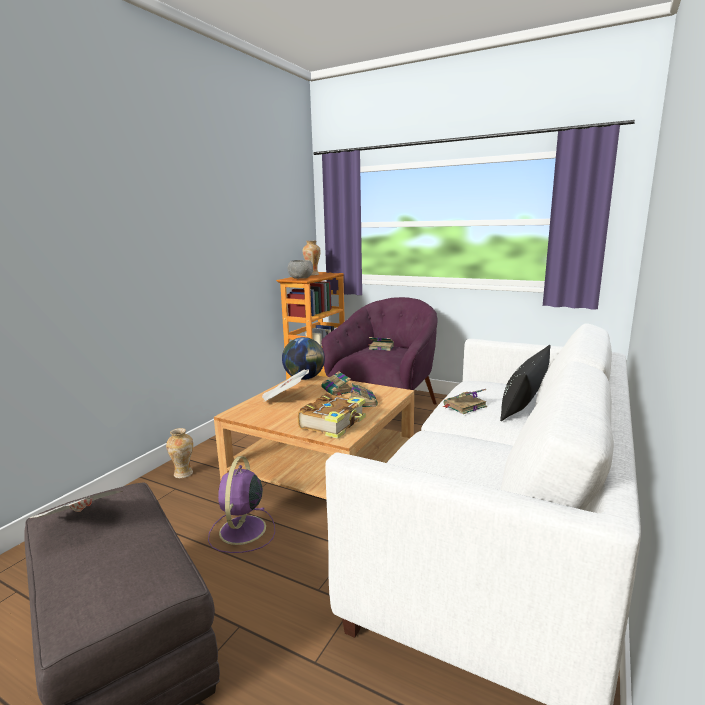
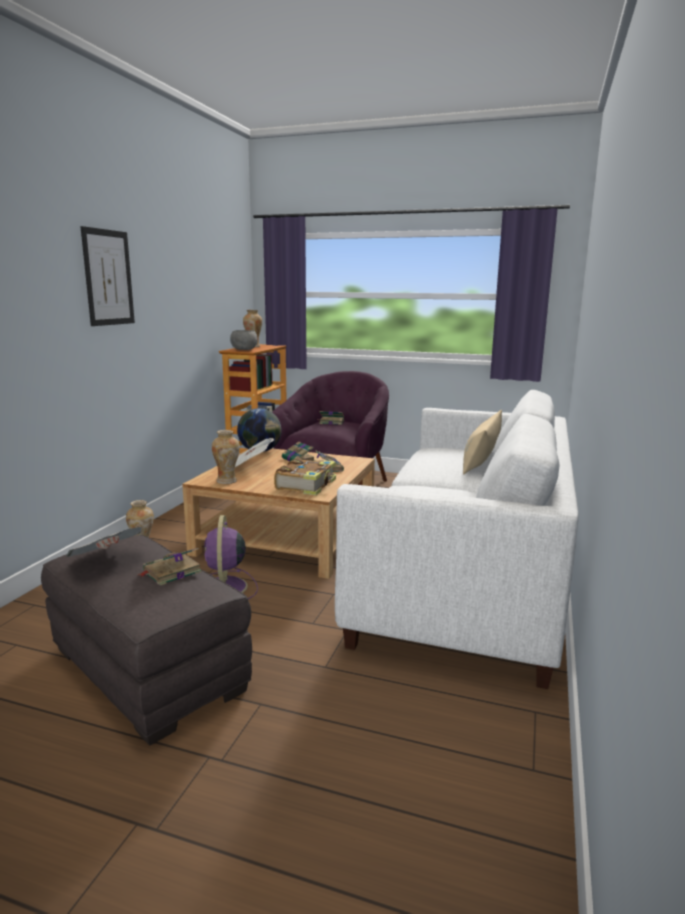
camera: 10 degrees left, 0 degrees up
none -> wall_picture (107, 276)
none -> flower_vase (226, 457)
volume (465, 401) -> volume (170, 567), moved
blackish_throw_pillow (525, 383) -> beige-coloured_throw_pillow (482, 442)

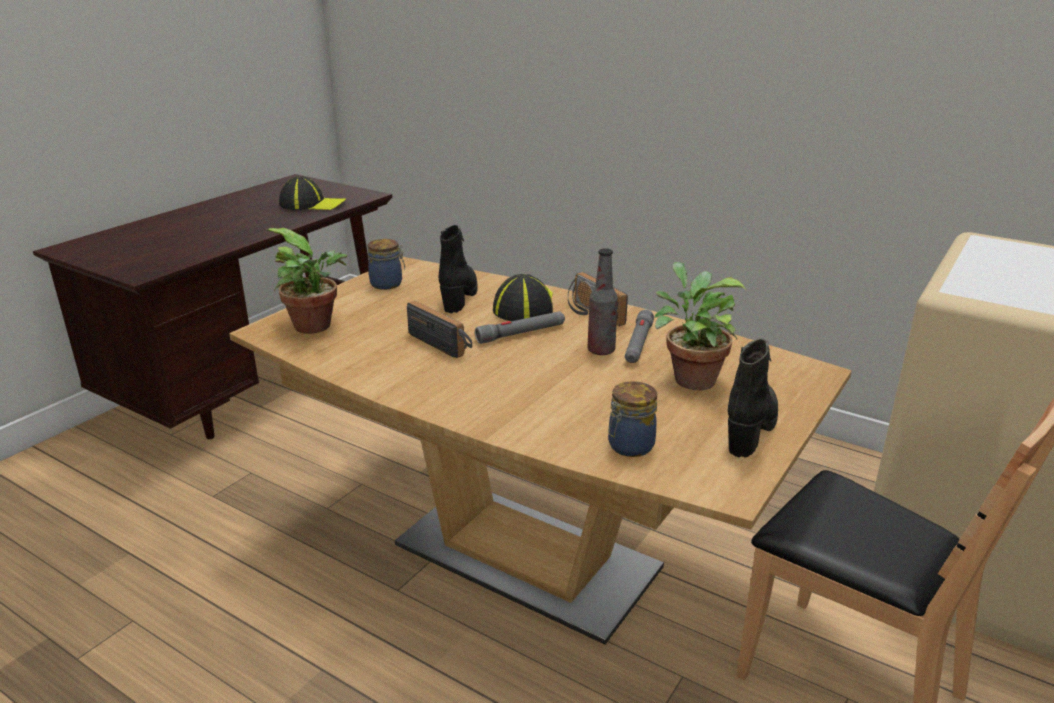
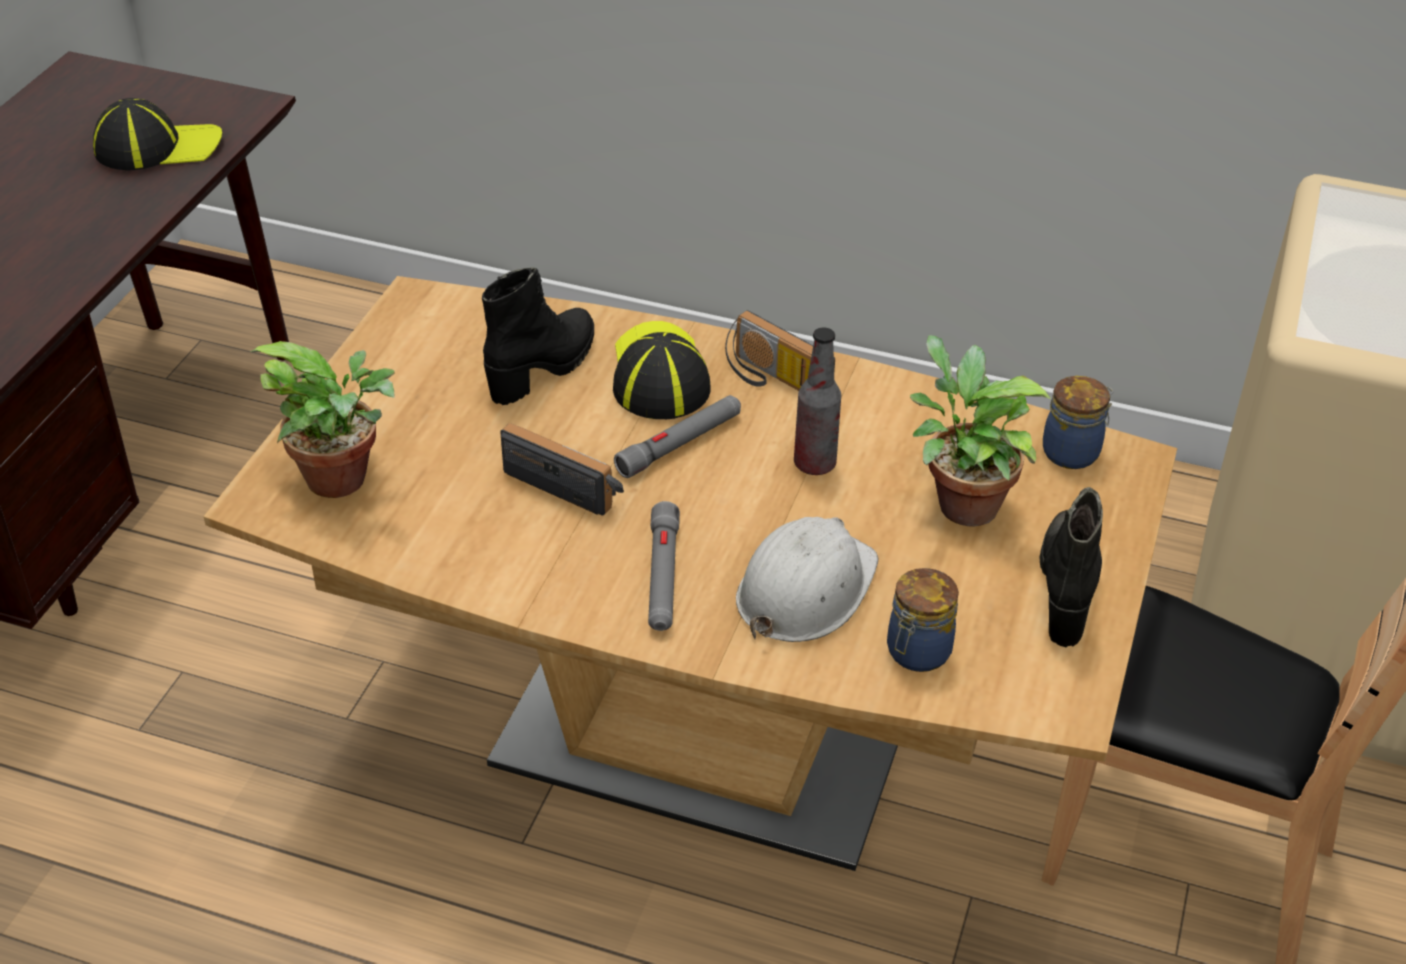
camera: 15 degrees left, 15 degrees up
none -> white-coloured_safety_helmet (806, 579)
storage_jar (386, 264) -> storage_jar (1078, 422), moved
grey_torch (639, 336) -> grey_torch (664, 566), moved
blackish_tall_boot (458, 269) -> blackish_tall_boot (538, 336), 45 degrees clockwise

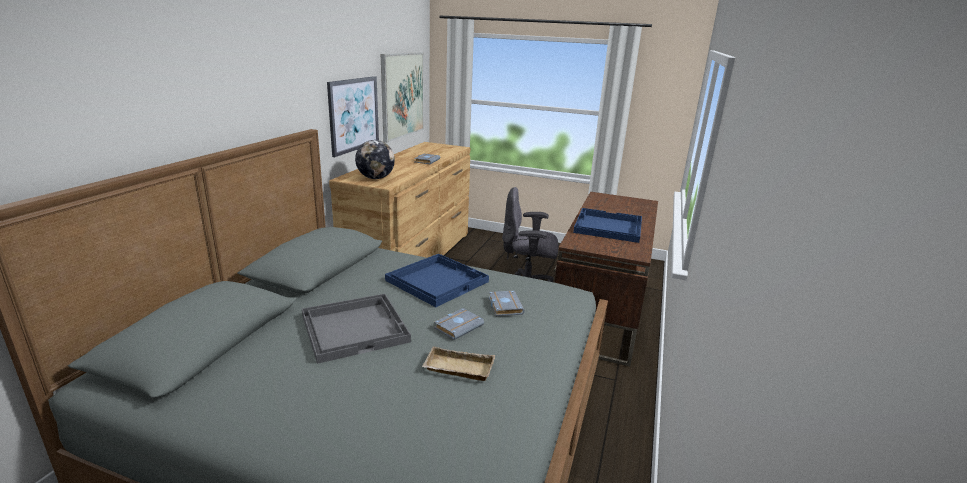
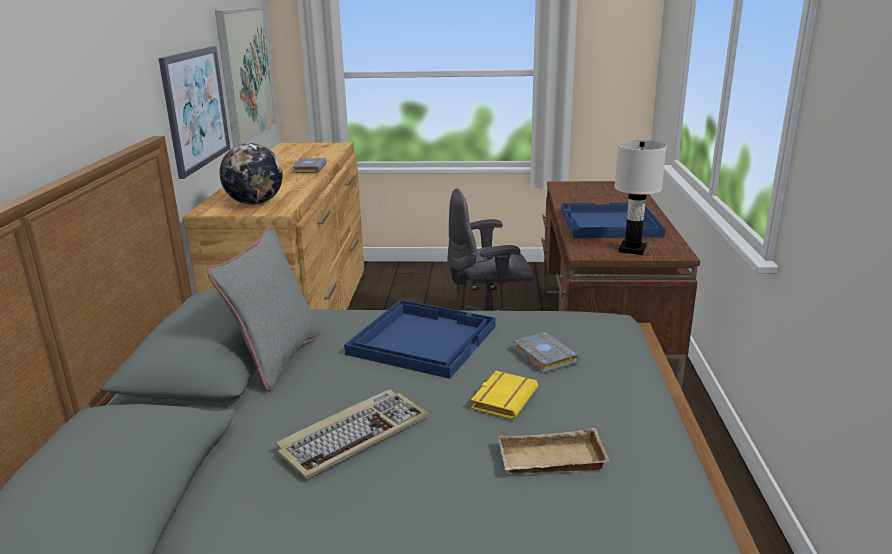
camera: 15 degrees left, 0 degrees up
none -> grey_throw_pillow (264, 309)
none -> white-coloured_tabletop_lamp (640, 197)
grey_carrying_tray (356, 329) -> keyboard (352, 434)
grey_volume (459, 324) -> yellow-coloured_volume (504, 395)

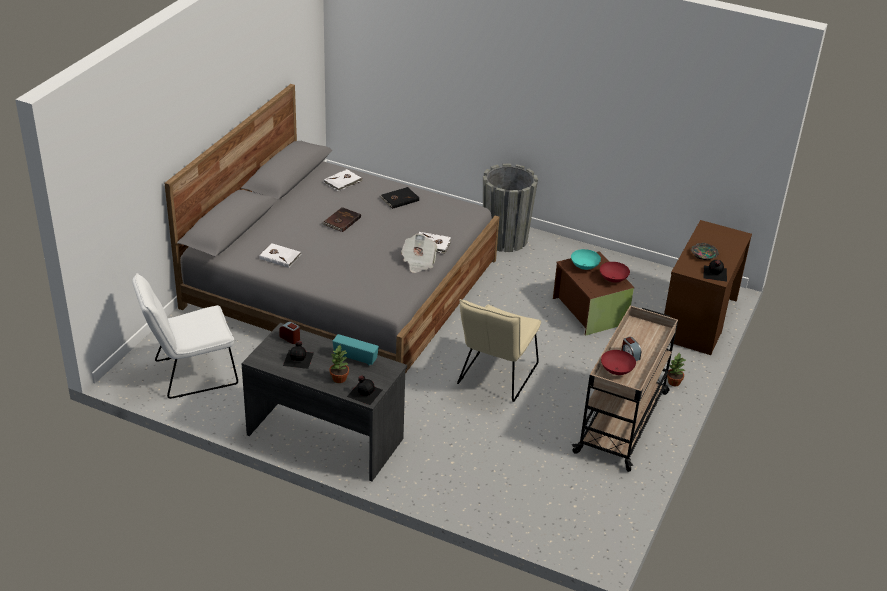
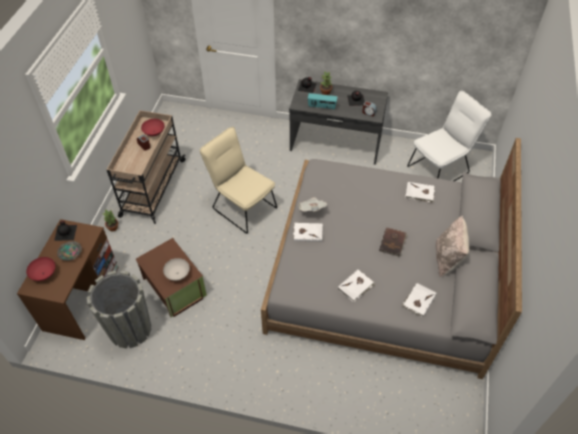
camera: 170 degrees right, 15 degrees up
none -> beige-coloured_throw_pillow (452, 246)
grey_planter (510, 208) -> grey_planter (119, 309), moved
red-coloured_bowl (615, 272) -> red-coloured_bowl (40, 269), moved
blackish_volume (399, 198) -> white-coloured_volume (356, 286)
turquoise-coloured_bowl (586, 259) -> white-coloured_bowl (176, 269)
beige-coloured_chair (499, 350) -> beige-coloured_chair (238, 180), 60 degrees counterclockwise

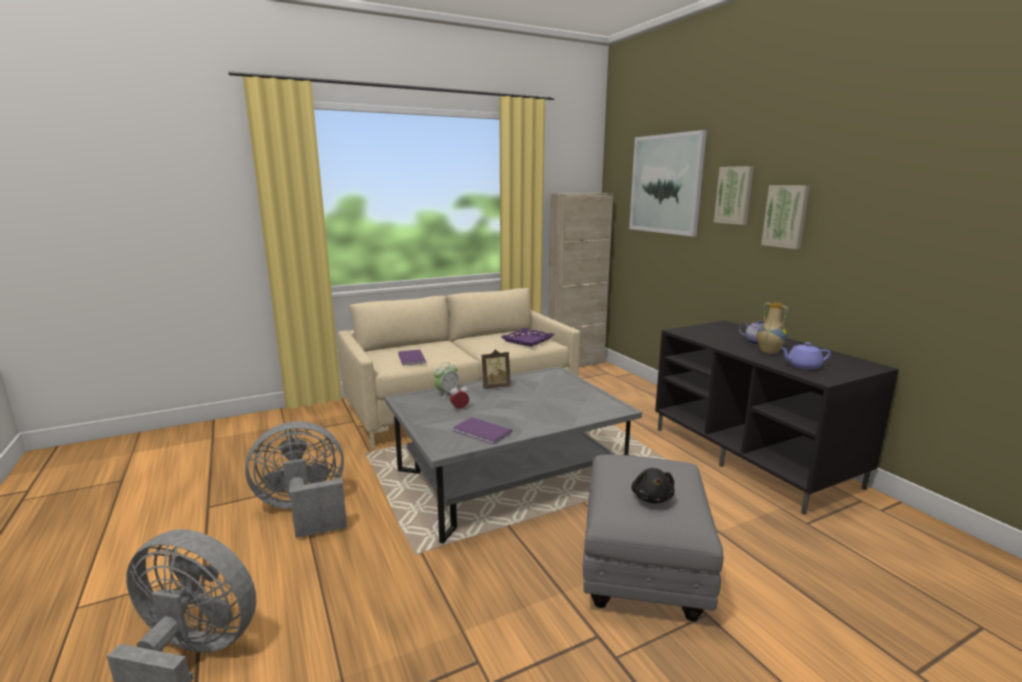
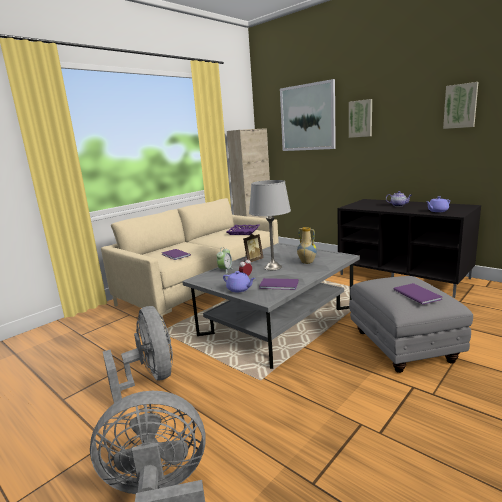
camera: 20 degrees left, 0 degrees up
none -> purplish_pot_for_tea (239, 281)
none -> grey_tabletop_lamp (270, 225)
flower_vase (772, 328) -> flower_vase (307, 245), moved
wall_picture (785, 217) -> wall_picture (460, 105), moved
blackish_plush_toy (652, 485) -> purplish_volume (418, 294)
grey_fan (296, 479) -> grey_fan (138, 354), 105 degrees clockwise

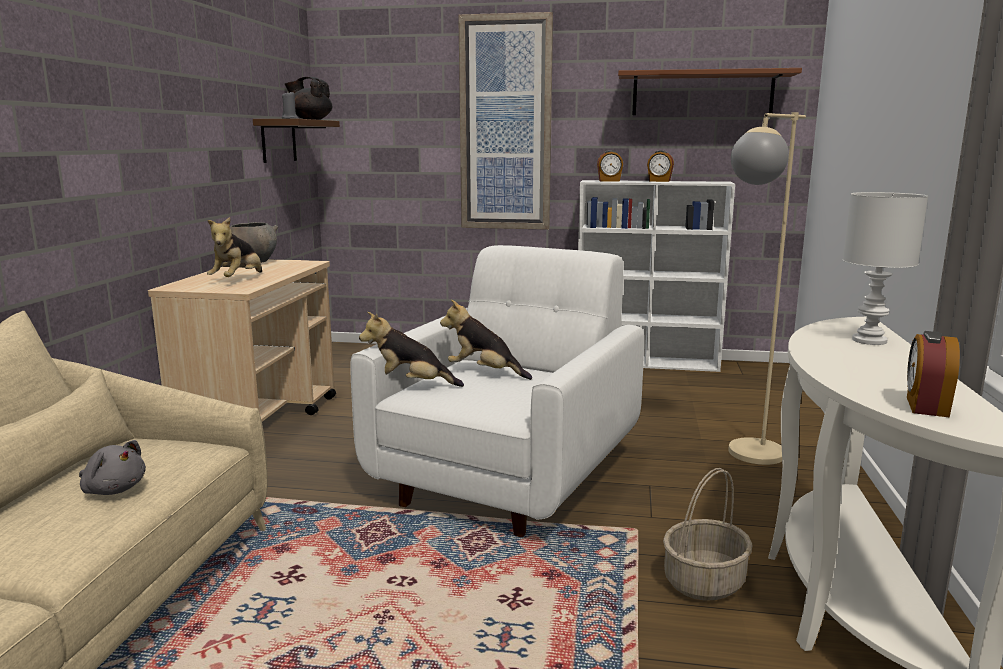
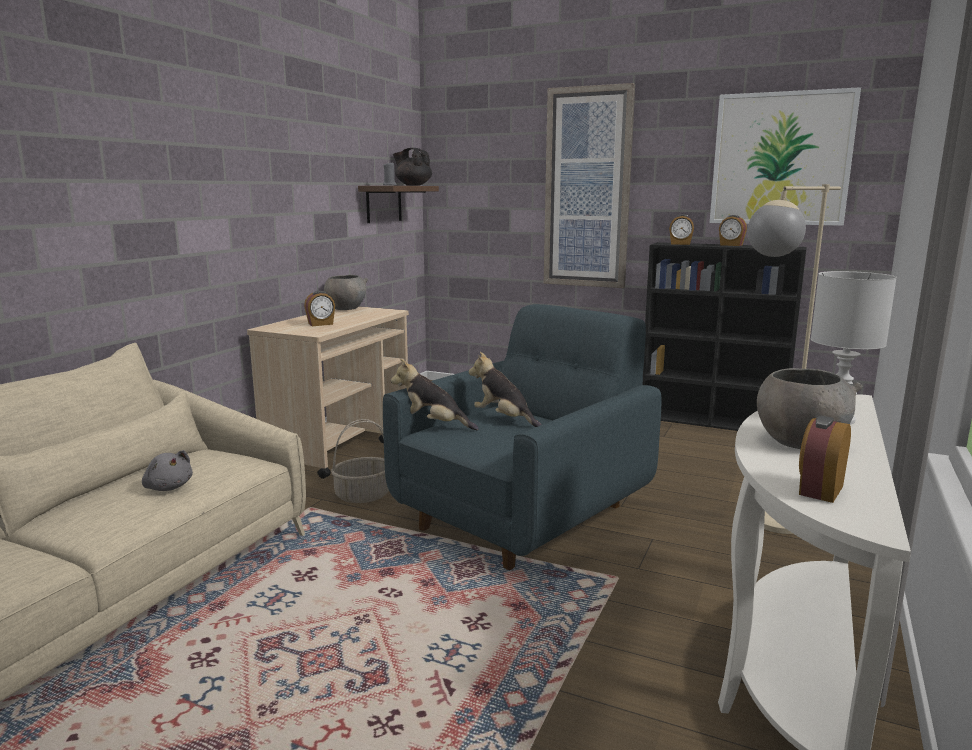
camera: 15 degrees right, 0 degrees up
none -> grey_bowl (810, 408)
storage_basket (708, 534) -> storage_basket (360, 461), moved
plush_toy (234, 247) -> alarm_clock (319, 308)
brown_bracket_shelf (710, 91) -> wall_picture (785, 156)
white-coloured_lounge_chair (497, 391) -> blue-coloured_lounge_chair (522, 437)
white-coloured_bookshelf (656, 276) -> blackish_bookshelf (725, 336)

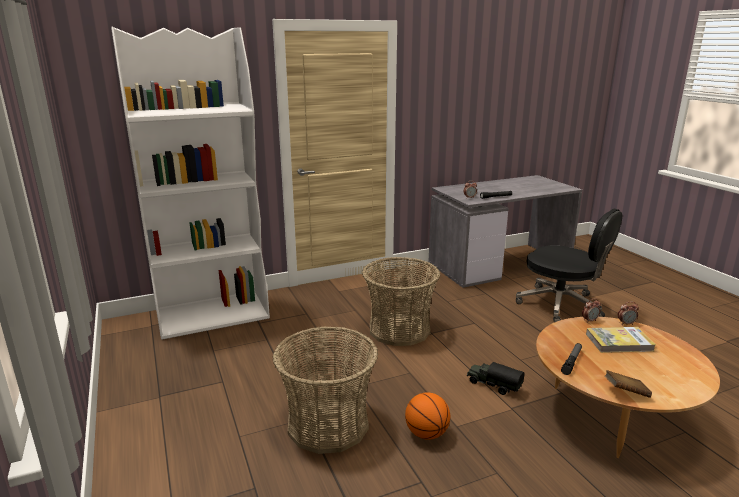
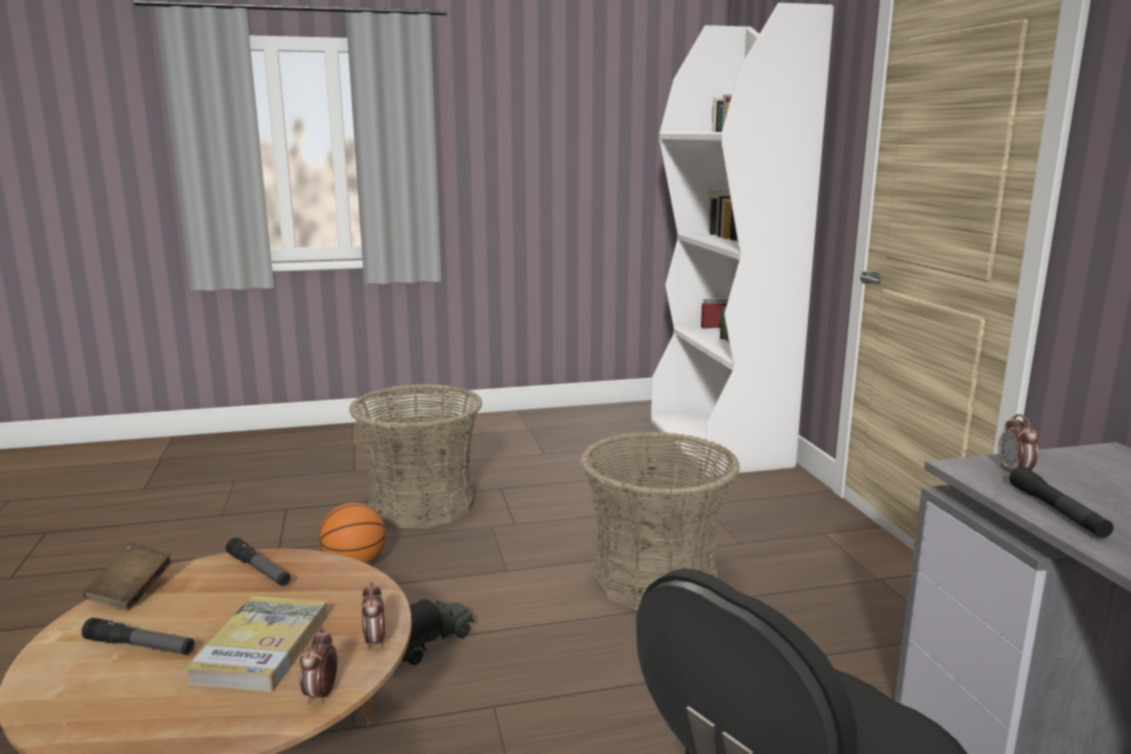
camera: 100 degrees right, 5 degrees down
none -> torch (138, 636)

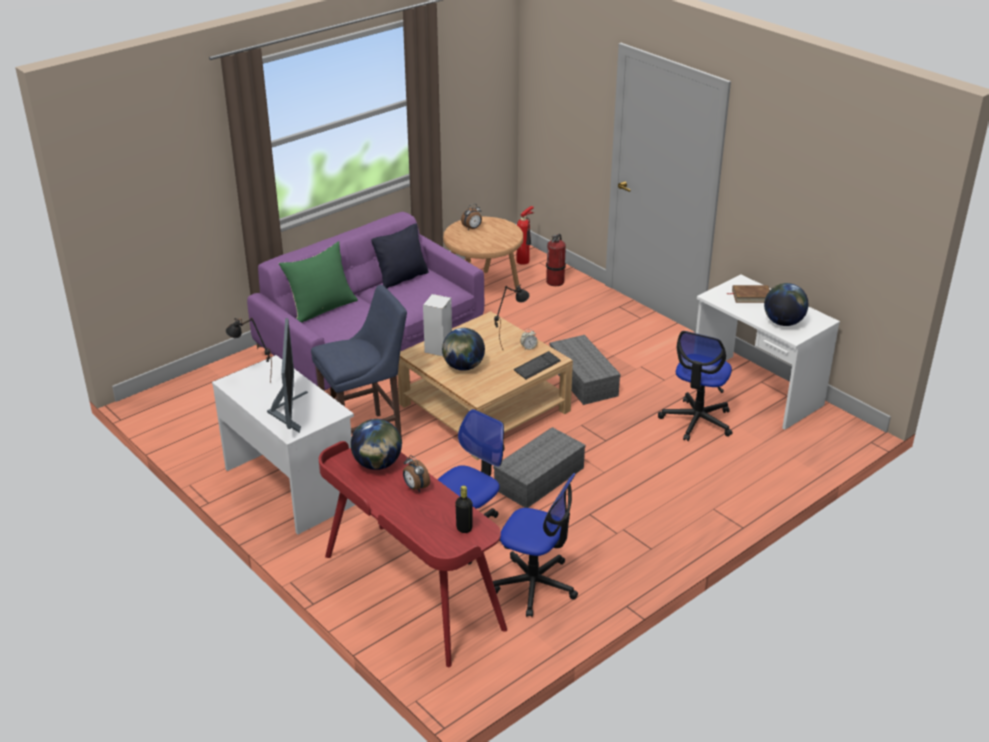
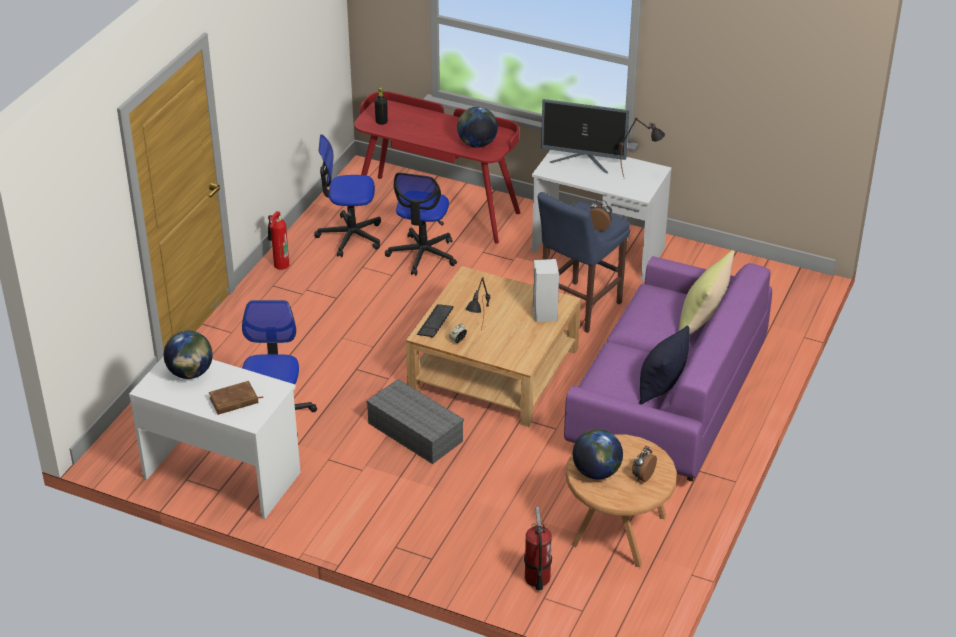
camera: 155 degrees right, 5 degrees up
grey_storage_container (539, 467) -> none
alarm_clock (416, 473) -> alarm_clock (600, 215), moved
world_globe (463, 349) -> world_globe (598, 454), moved
extinguisher (525, 235) -> extinguisher (278, 240), moved
greenish_throw_pillow (318, 282) -> yellow-coloured_throw_pillow (706, 292)
computer_screen (287, 375) -> computer_screen (585, 136), 45 degrees counterclockwise

